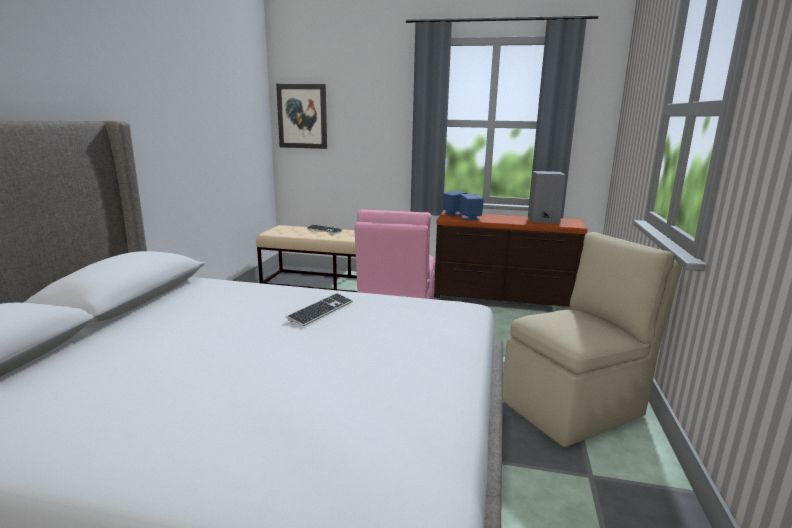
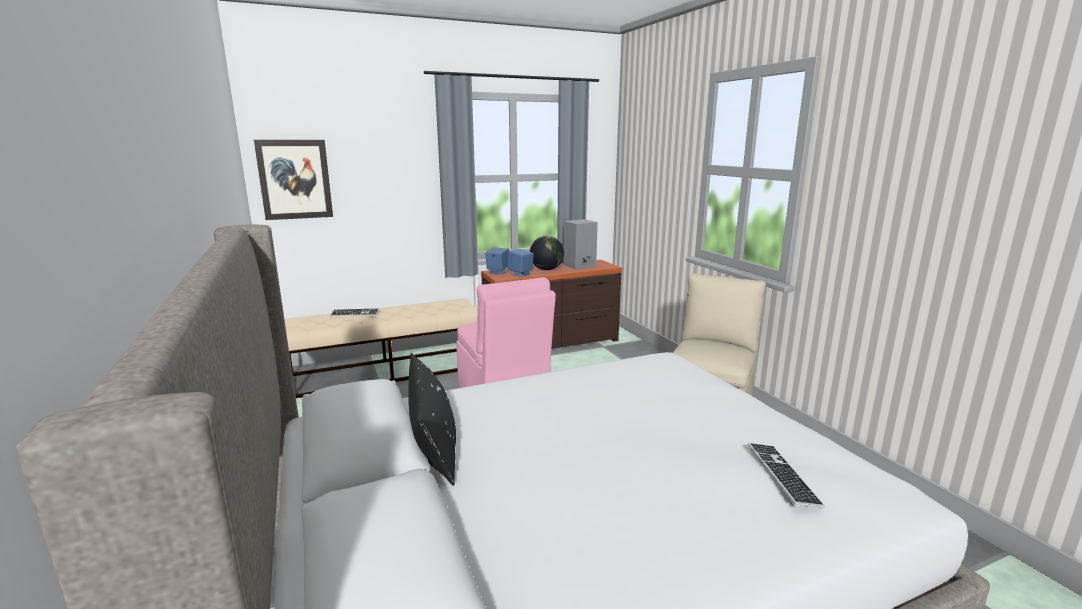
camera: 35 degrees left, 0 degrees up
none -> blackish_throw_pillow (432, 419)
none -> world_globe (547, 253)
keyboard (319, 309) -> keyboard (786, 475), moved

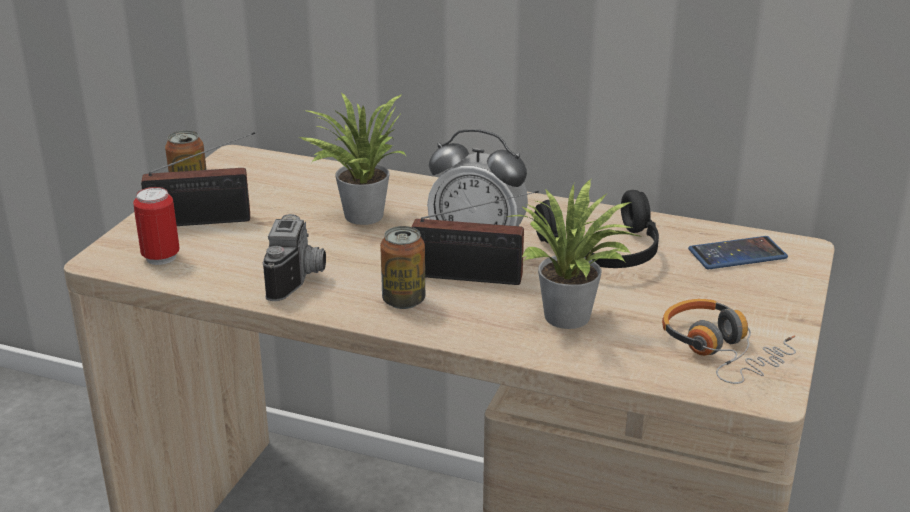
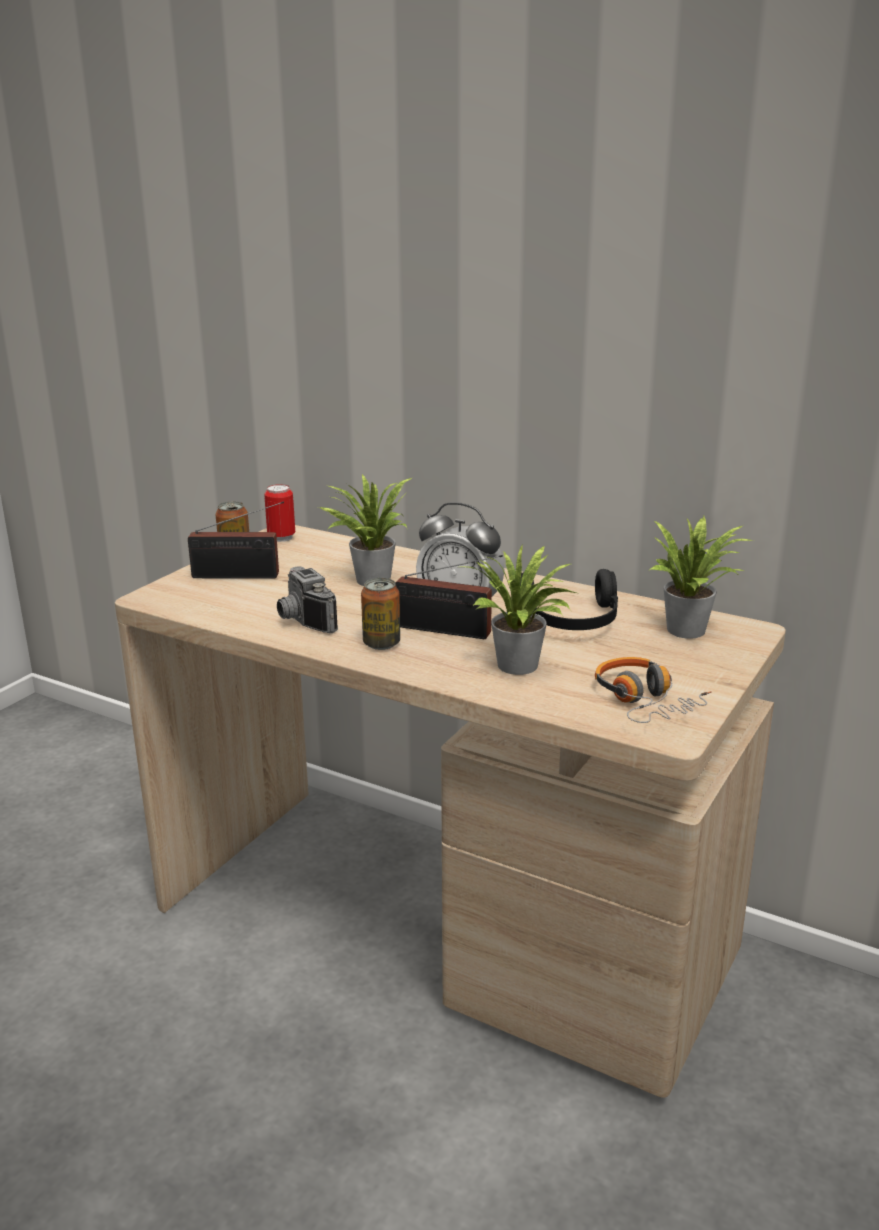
camera: 10 degrees right, 5 degrees down
metal_can (156, 226) -> metal_can (279, 513), moved
phone (738, 252) -> houseplant (702, 577)
photo_camera (294, 257) -> photo_camera (307, 599), 135 degrees clockwise

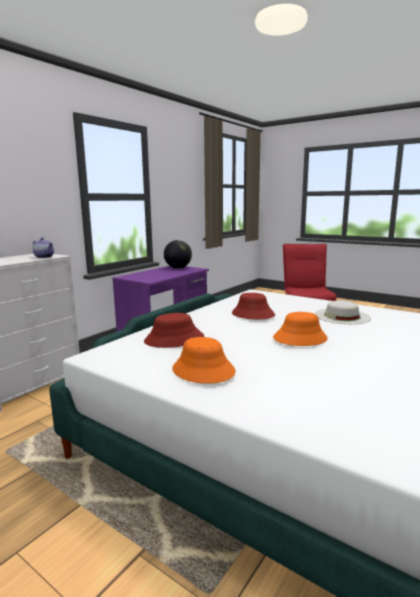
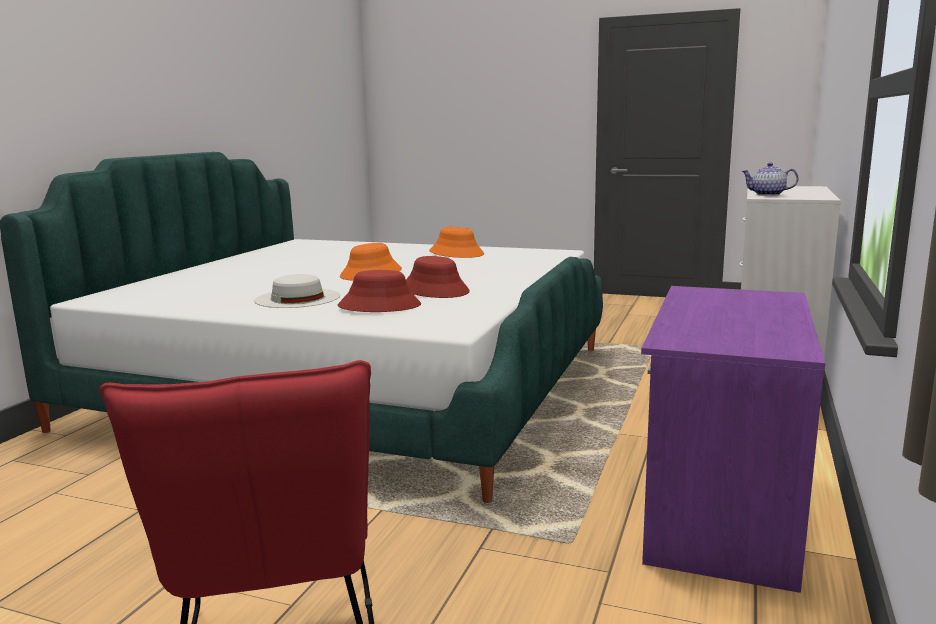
camera: 165 degrees right, 0 degrees up
world_globe (178, 254) -> none
red-coloured_wearable_hat (174, 330) -> red-coloured_wearable_hat (379, 291), moved

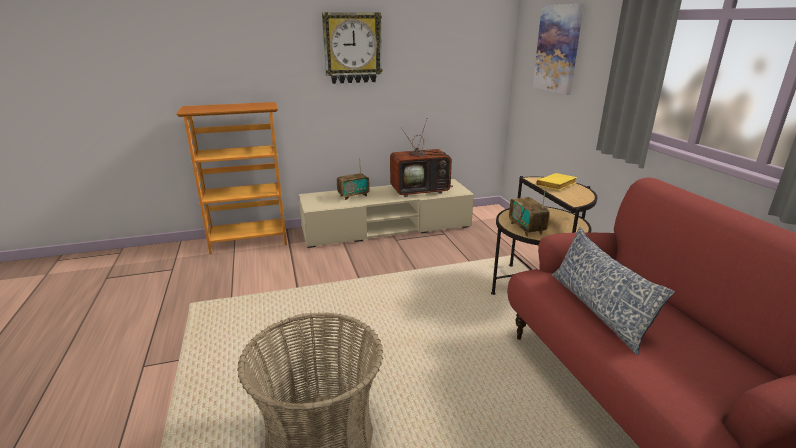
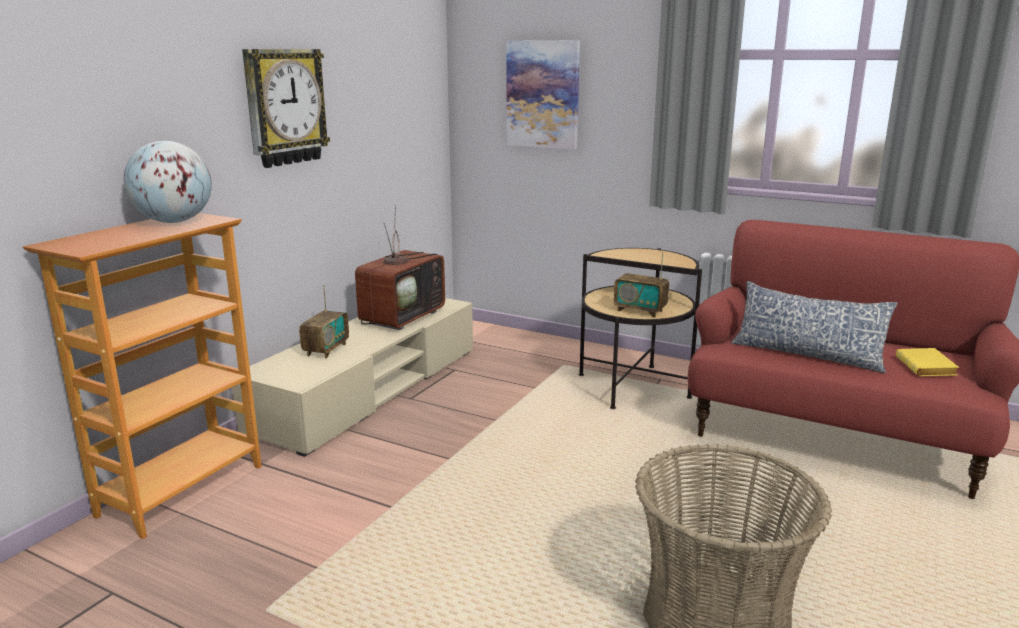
camera: 45 degrees left, 5 degrees down
none -> world_globe (168, 182)
yellow-coloured_volume (556, 181) -> yellow-coloured_volume (927, 362), moved

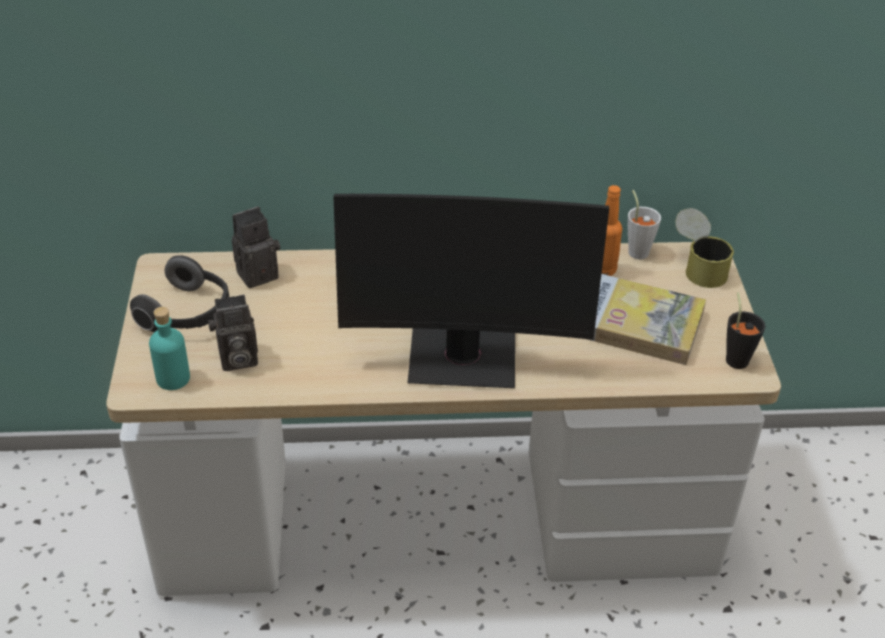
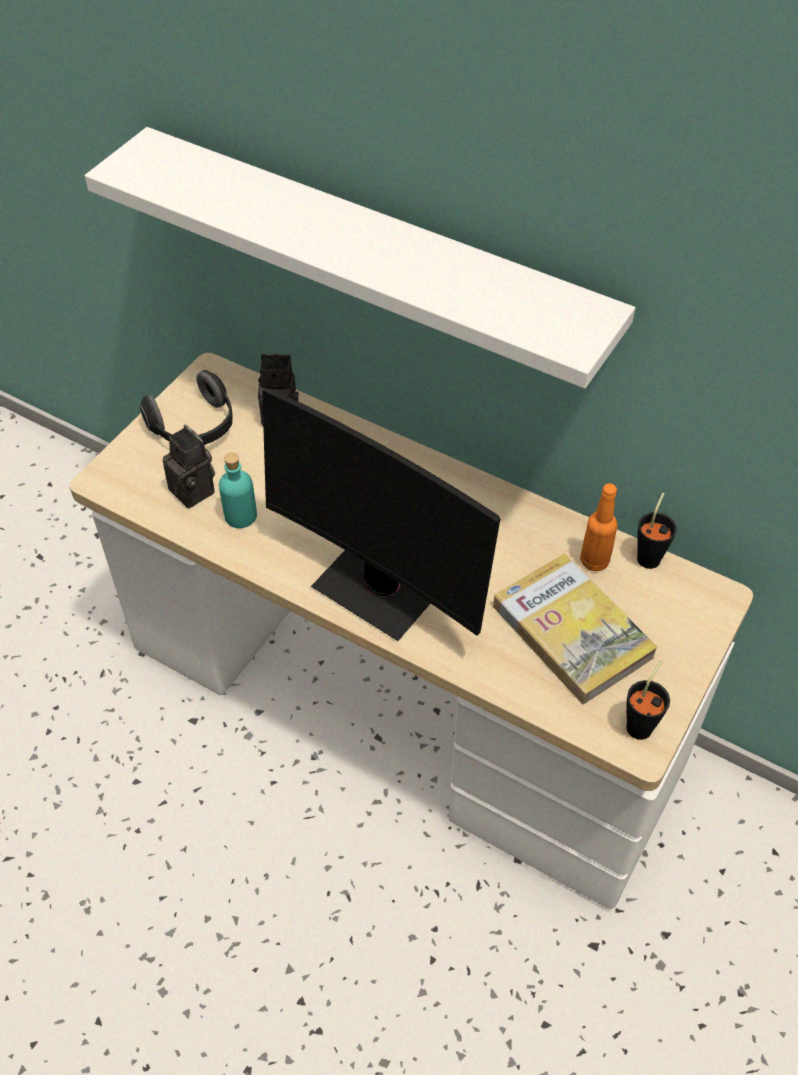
camera: 35 degrees right, 10 degrees up
metal_can (704, 248) -> none
none -> white-coloured_bracket_shelf (360, 258)
turquoise-coloured_drink_bottle (169, 348) -> turquoise-coloured_drink_bottle (238, 490), moved
white-coloured_small_cup (644, 224) -> blackish_small_cup (657, 531)
photo_camera (233, 332) -> photo_camera (189, 466), 150 degrees counterclockwise

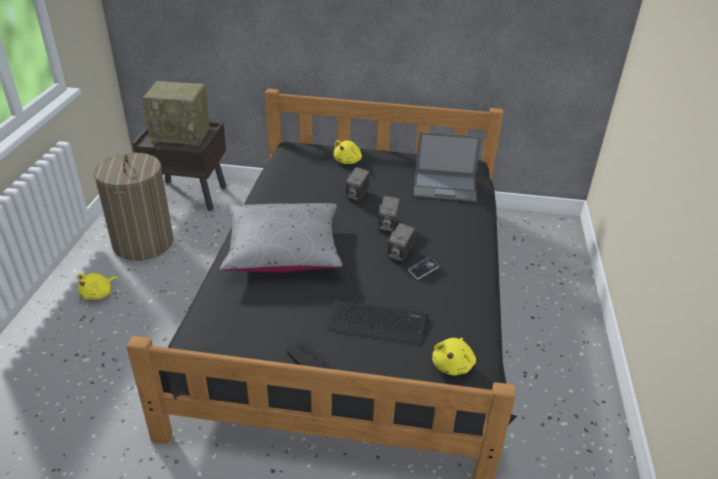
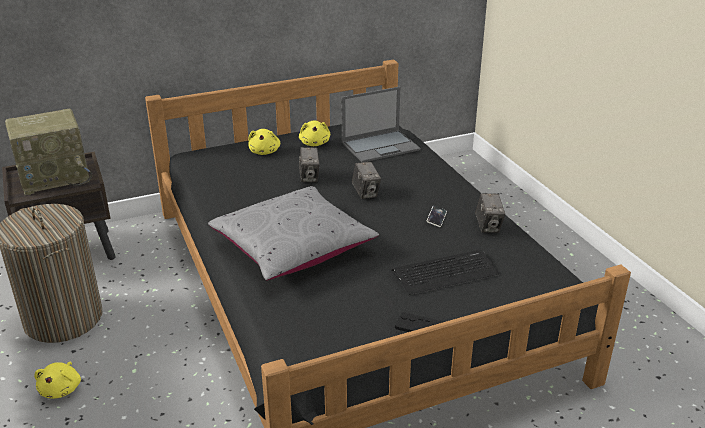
camera: 30 degrees left, 5 degrees down
photo_camera (401, 242) -> photo_camera (490, 213), moved
yellow-coloured_plush_toy (454, 356) -> yellow-coloured_plush_toy (314, 133), moved

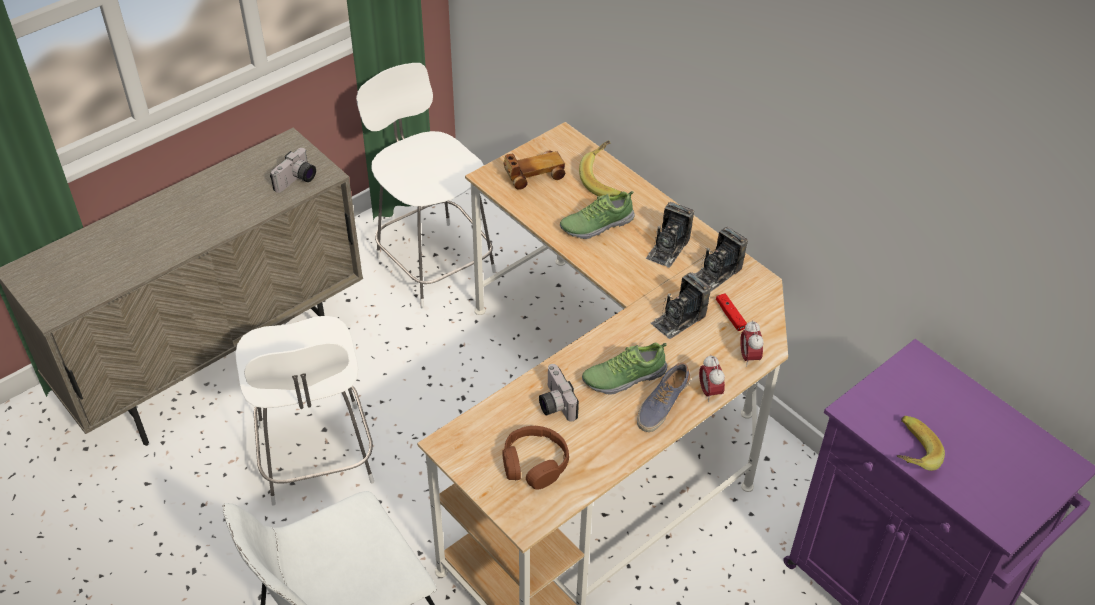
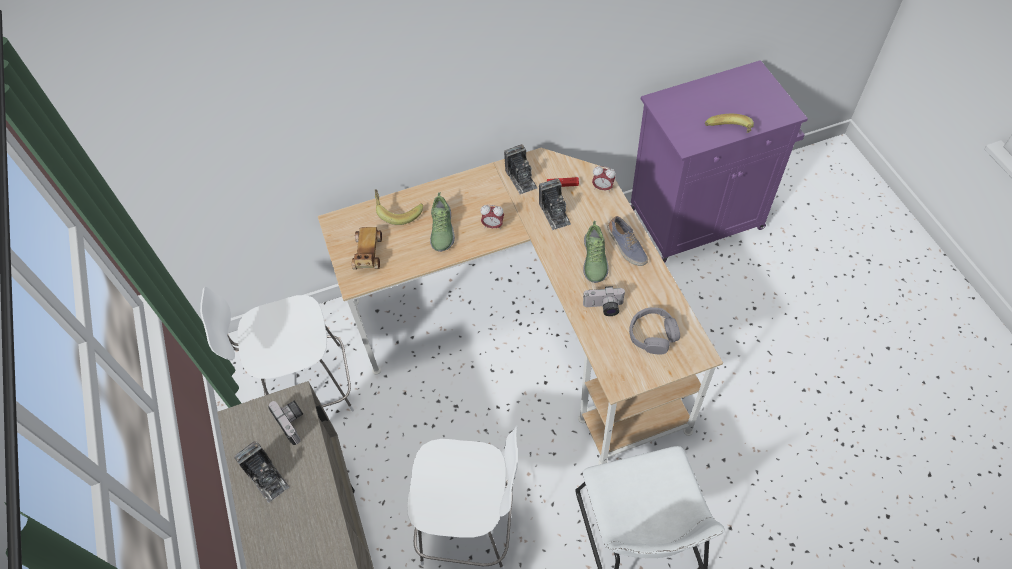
camera: 65 degrees left, 10 degrees up
photo_camera (670, 235) -> photo_camera (261, 472), moved
alarm_clock (712, 379) -> alarm_clock (492, 217), moved
brown_pair_of_headphones (535, 458) -> grey_pair_of_headphones (654, 331)

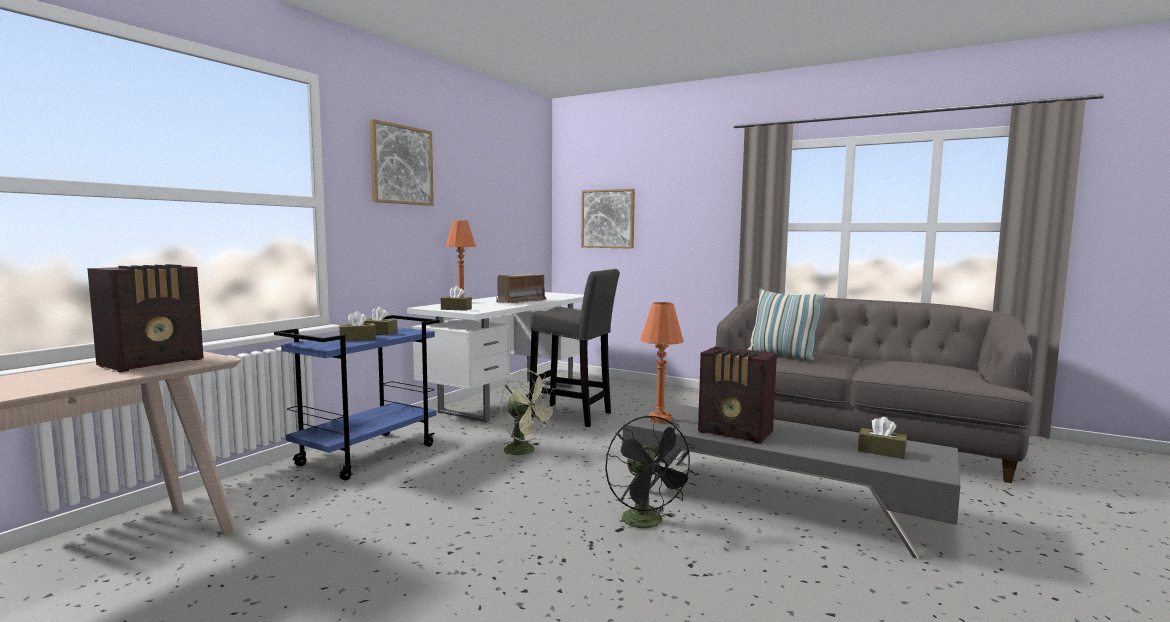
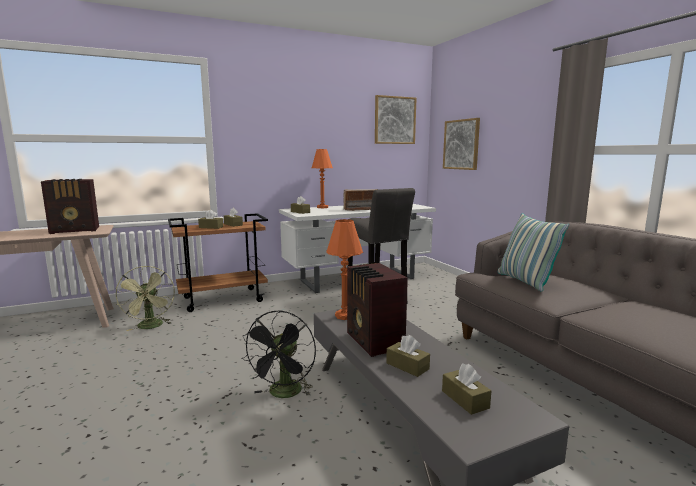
camera: 35 degrees right, 5 degrees up
none -> brown_tissue_holder (408, 356)
wall_picture (401, 162) -> wall_picture (396, 119), moved
greenish_fan (529, 415) -> greenish_fan (145, 298), moved
blue-coloured_wheeled_cart (356, 397) -> brown_wheeled_cart (218, 262)

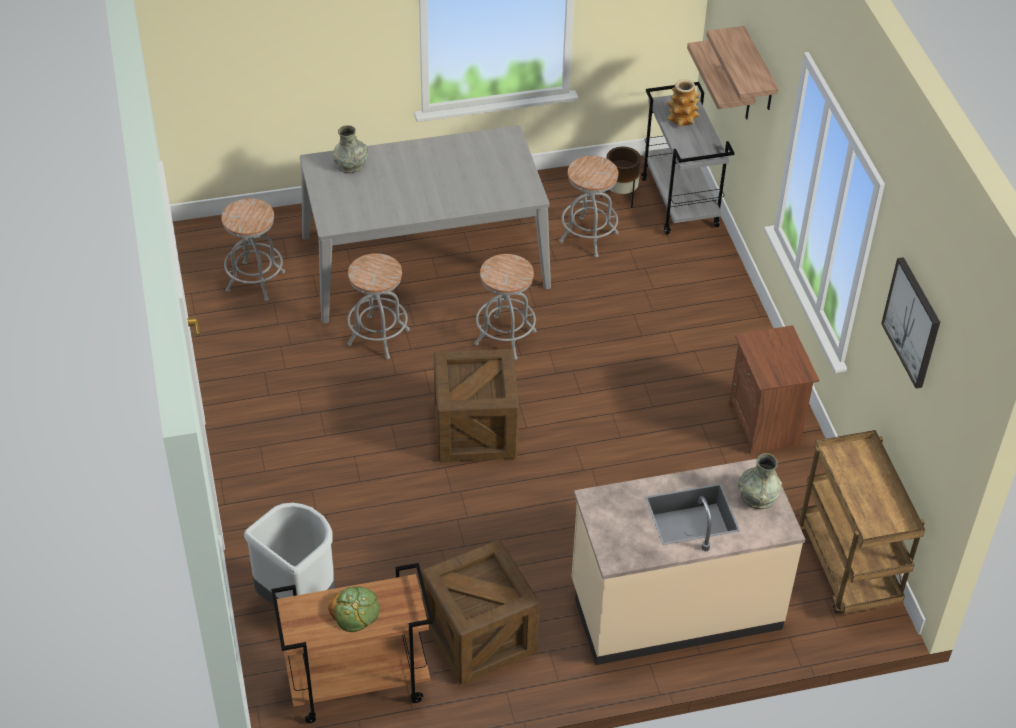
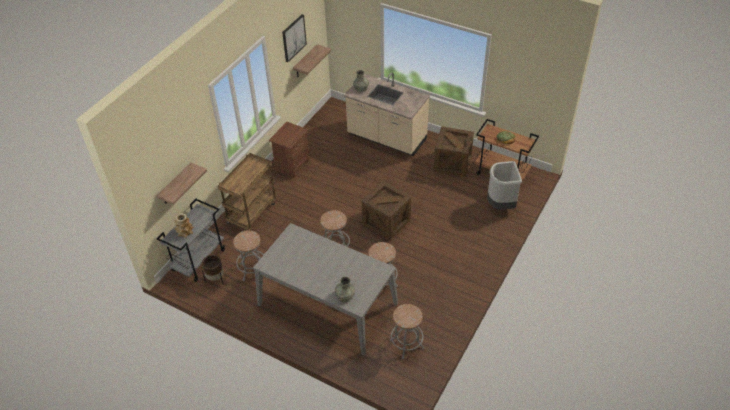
camera: 135 degrees left, 0 degrees up
bracket_shelf (742, 68) -> bracket_shelf (312, 60), moved
brown_wheeled_cart (862, 522) -> brown_wheeled_cart (247, 192), moved

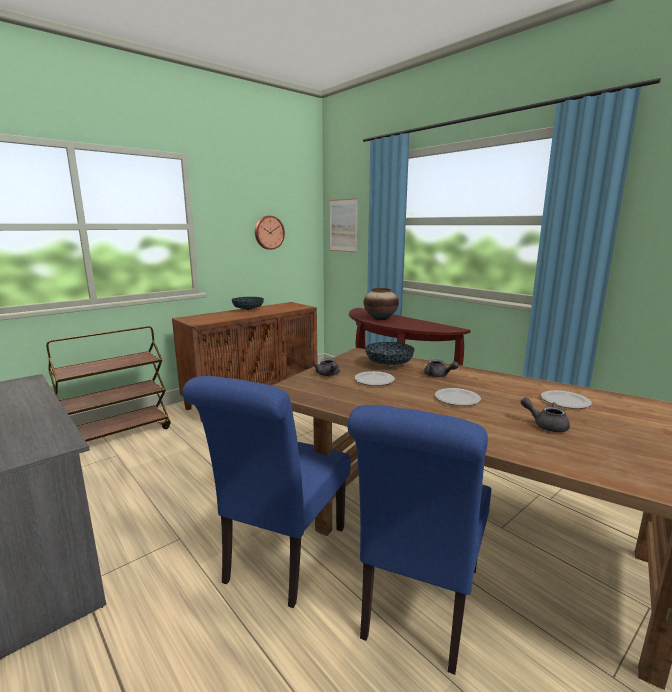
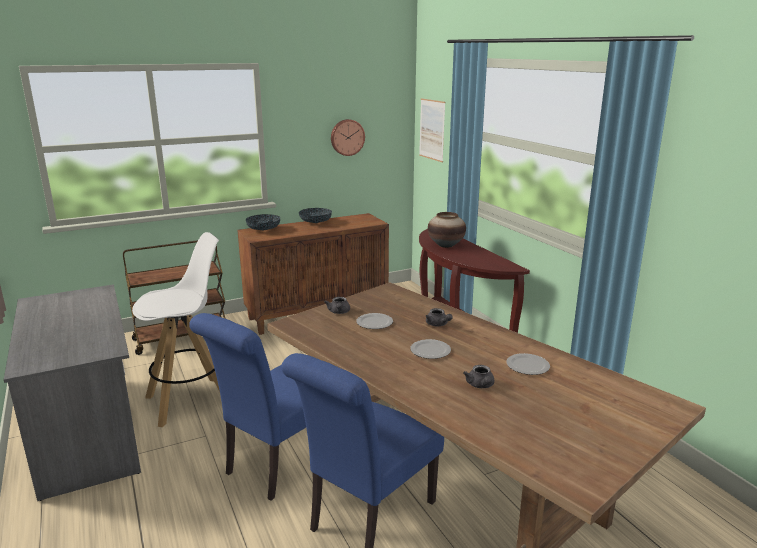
camera: 15 degrees right, 5 degrees up
none -> white-coloured_stool (176, 329)
bowl (390, 353) -> bowl (263, 222), moved
grey_pot_for_tea (545, 414) -> grey_pot_for_tea (478, 376), 150 degrees counterclockwise

